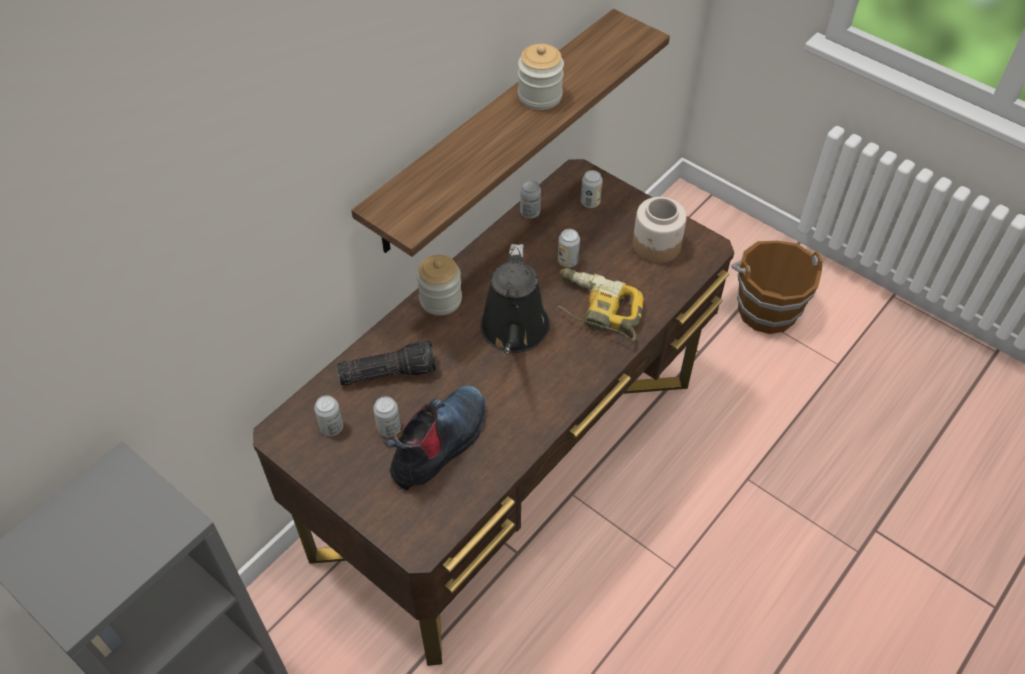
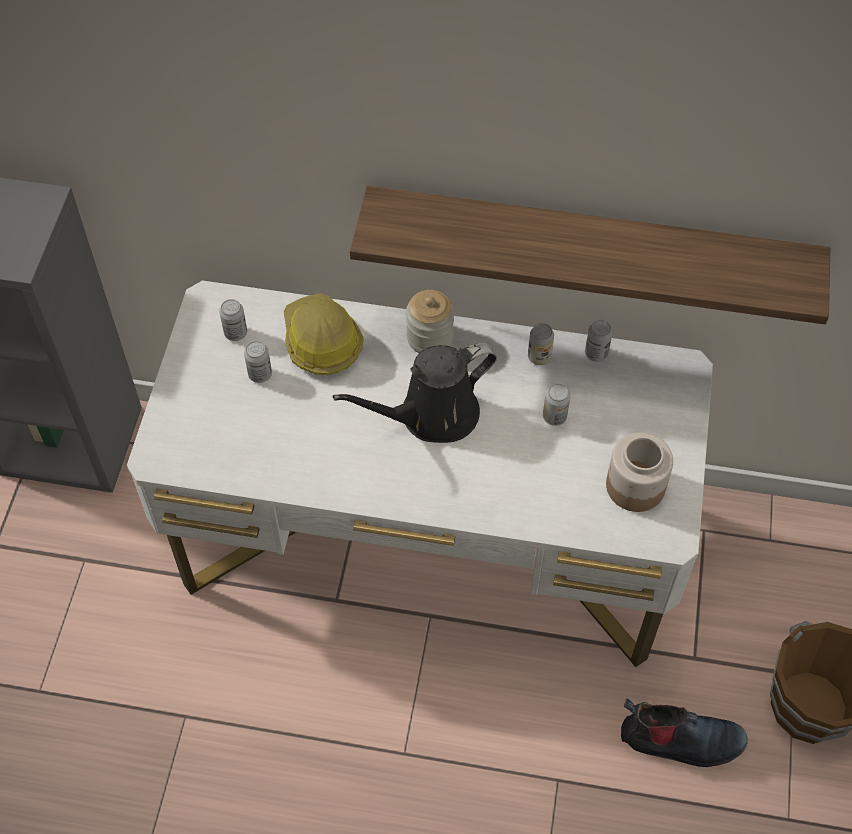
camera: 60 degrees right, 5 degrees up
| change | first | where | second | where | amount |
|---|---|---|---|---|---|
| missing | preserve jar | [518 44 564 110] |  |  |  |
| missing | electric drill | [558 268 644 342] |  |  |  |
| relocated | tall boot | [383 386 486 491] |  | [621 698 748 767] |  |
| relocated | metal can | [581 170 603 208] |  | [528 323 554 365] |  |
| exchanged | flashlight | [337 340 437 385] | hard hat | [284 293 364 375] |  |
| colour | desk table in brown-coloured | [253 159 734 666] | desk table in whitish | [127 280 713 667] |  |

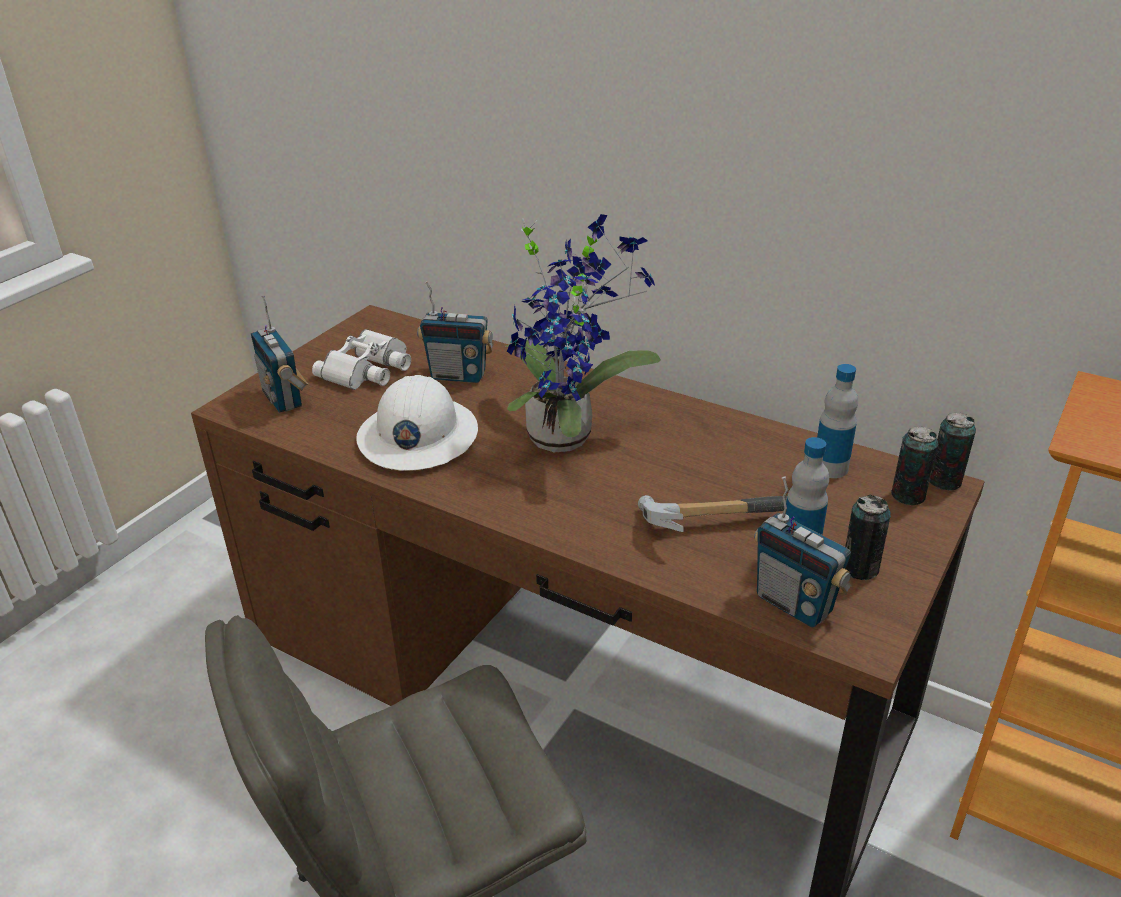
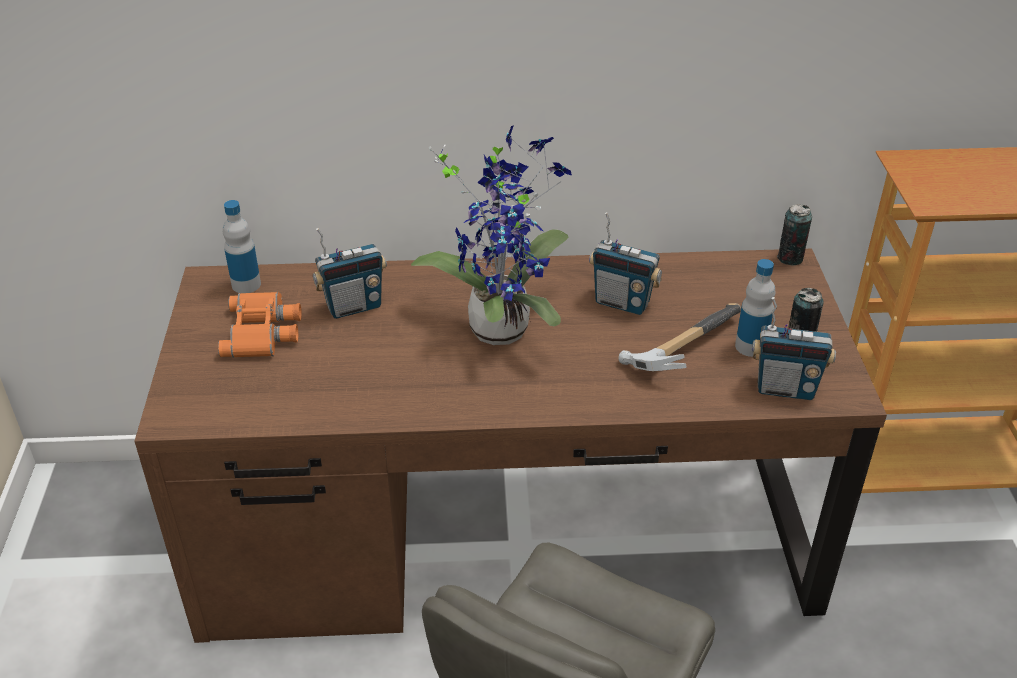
camera: 35 degrees left, 5 degrees up
| change | first | where | second | where | amount |
|---|---|---|---|---|---|
| missing | hard hat in whitish | [356 375 478 471] |  |  |  |
| missing | metal can | [891 426 938 505] |  |  |  |
| relocated | radio | [251 296 308 413] |  | [589 212 662 315] |  |
| relocated | bottle | [817 364 858 478] |  | [223 200 261 293] |  |
| colour | field glasses in whitish | [312 329 411 390] | field glasses in orangey | [218 292 302 358] |  |

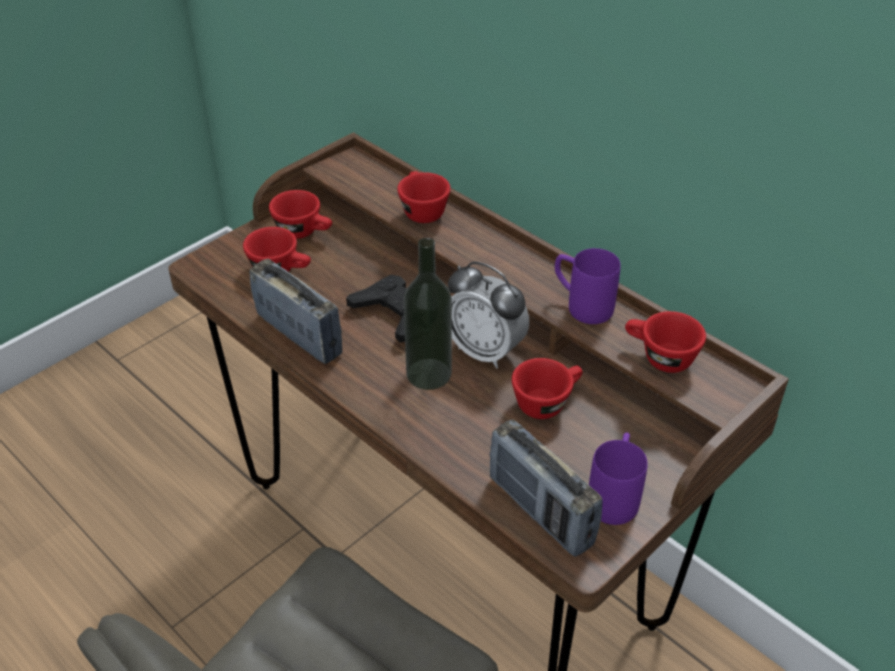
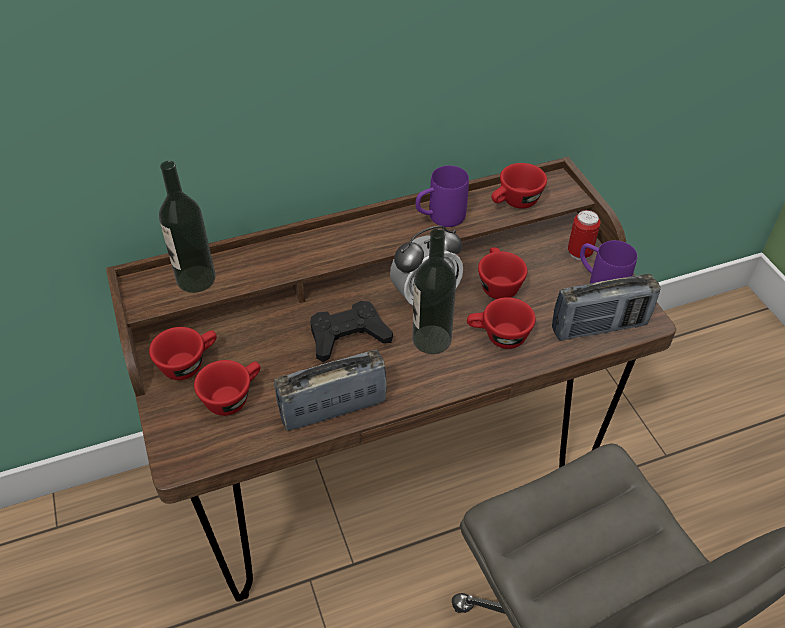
camera: 65 degrees left, 5 degrees up
| change | first | where | second | where | amount |
|---|---|---|---|---|---|
| appeared |  |  | bottle | [159 161 216 293] |  |
| appeared |  |  | metal can | [568 210 601 260] |  |
| relocated | small cup in red | [397 171 451 223] |  | [467 297 536 349] |  |

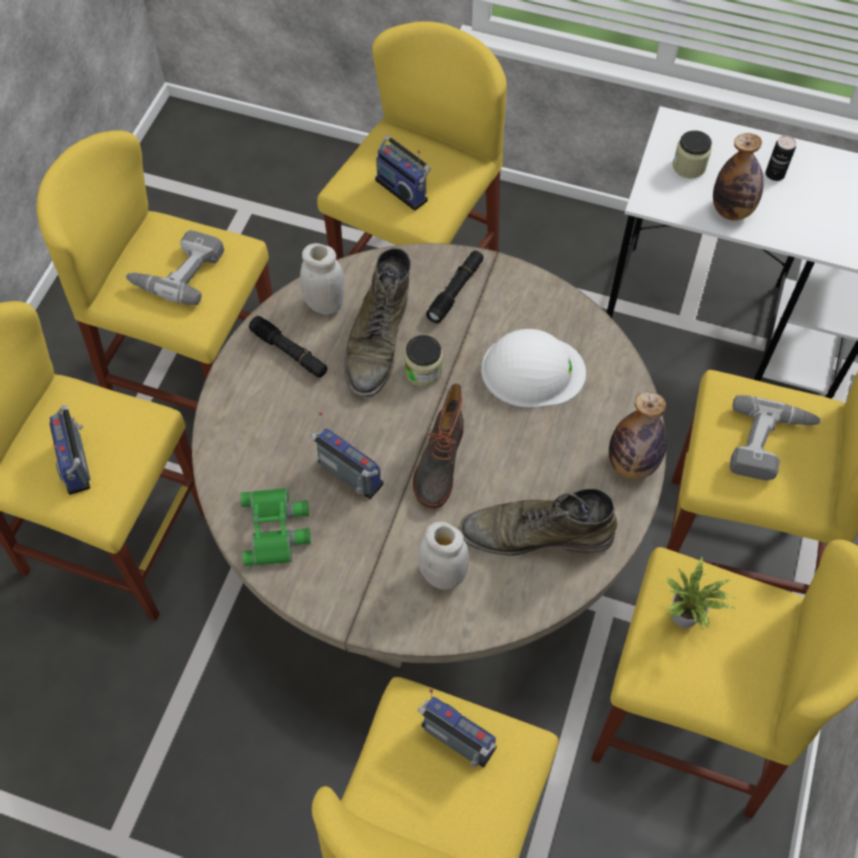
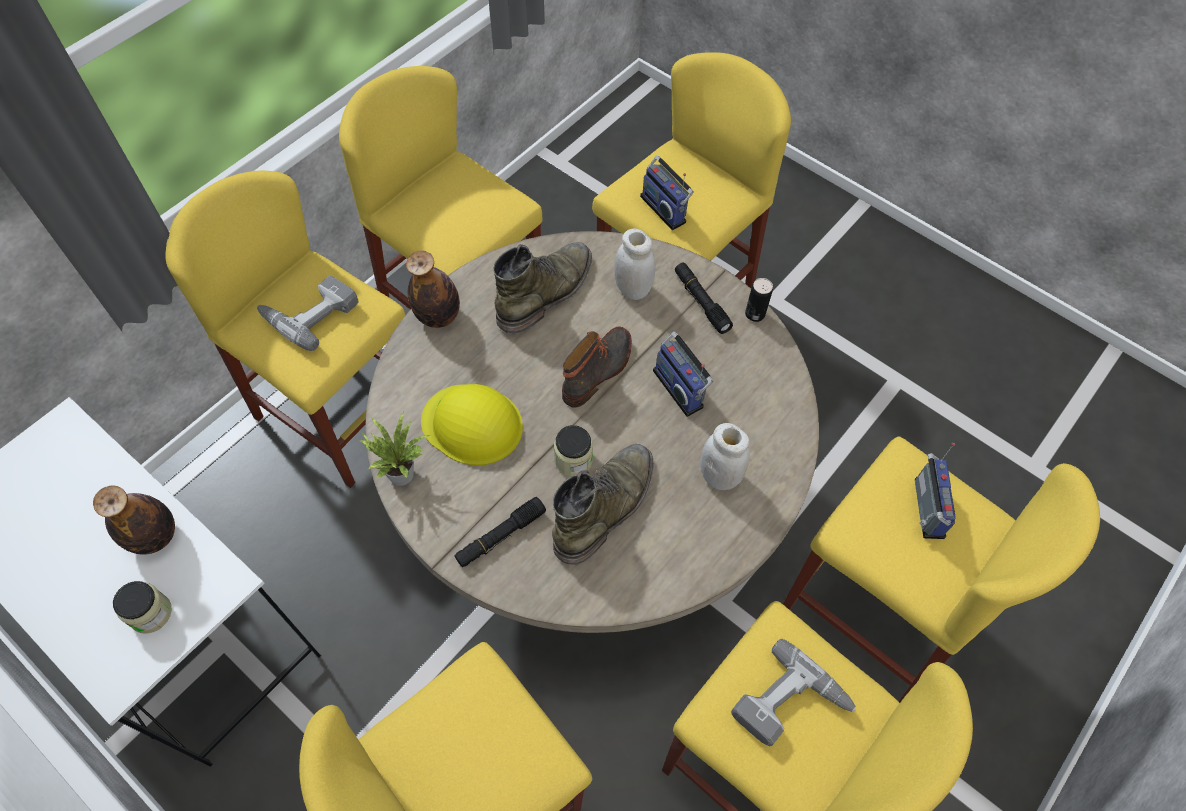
camera: 160 degrees left, 0 degrees up
| change | first | where | second | where | amount |
|---|---|---|---|---|---|
| missing | field glasses in green-coloured | [240 488 311 566] |  |  |  |
| missing | radio | [375 136 431 211] |  |  |  |
| relocated | flashlight in black-coloured | [249 316 328 378] |  | [675 263 733 334] |  |
| relocated | preserve jar in whitish | [300 243 345 315] |  | [700 423 750 490] |  |
| relocated | plant in a pot | [666 555 736 630] |  | [360 412 430 486] |  |
| relocated | metal can | [765 135 796 181] |  | [745 278 773 322] |  |
| colour | hard hat in whitish | [481 329 586 408] | hard hat in yellow | [421 384 523 465] |  |
| spun | tall boot in green-coloured | [459 488 617 556] |  | [493 242 592 333] | 75 degrees counterclockwise |

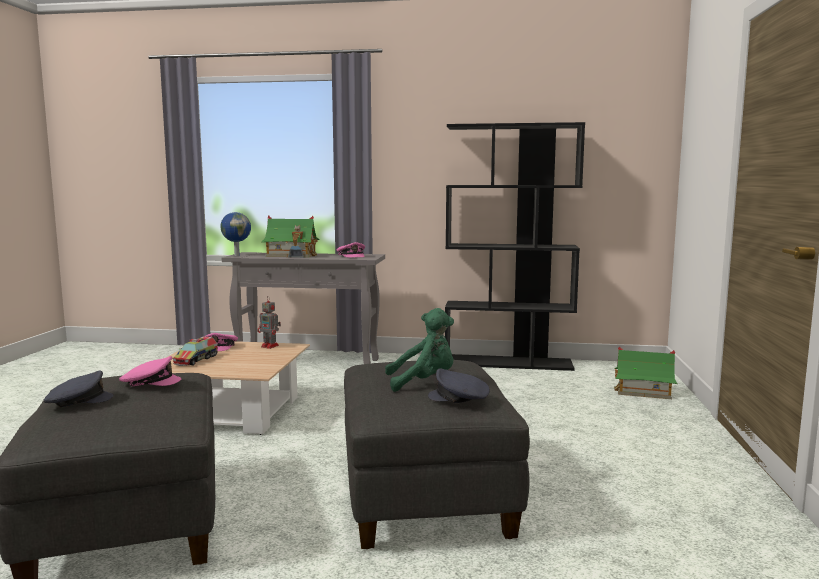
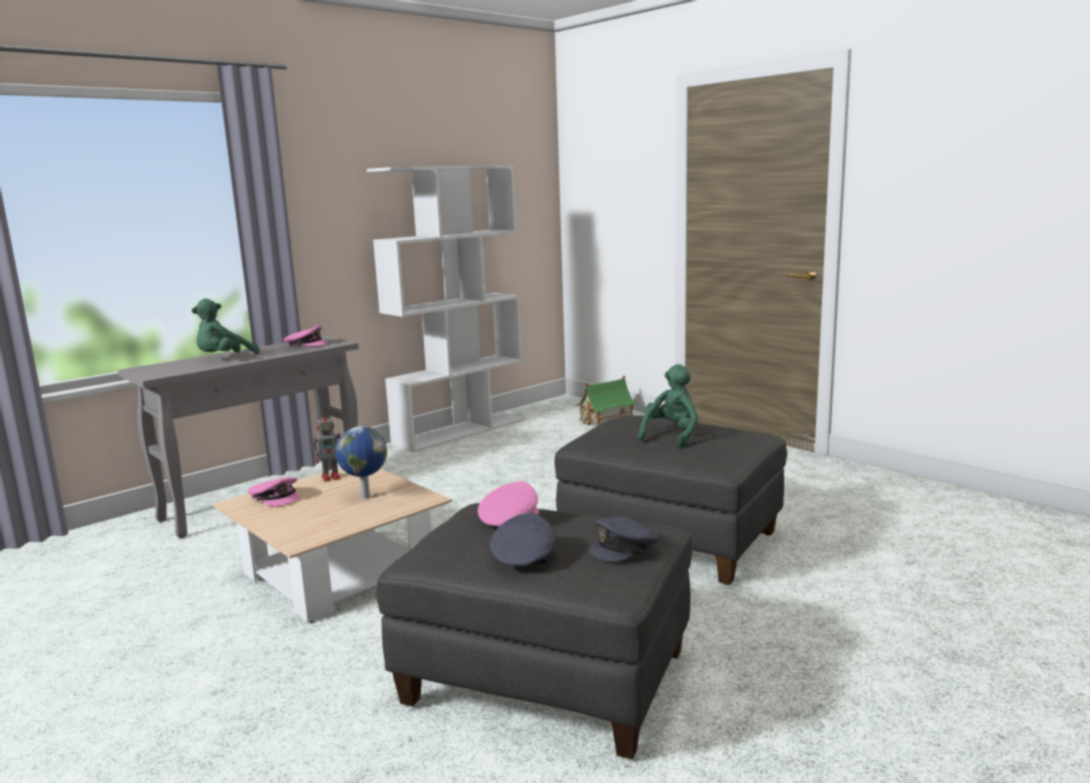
camera: 50 degrees left, 5 degrees up
| change | first | where | second | where | amount |
|---|---|---|---|---|---|
| missing | toy truck | [173 337 218 366] |  |  |  |
| relocated | globe | [220 212 251 256] |  | [336 426 387 499] |  |
| relocated | peaked cap in gray | [428 368 490 403] |  | [589 516 660 562] |  |
| exchanged | model house | [262 216 320 258] | soft toy in green-coloured | [192 299 260 354] |  |
| colour | bookshelf in black-coloured | [445 122 585 371] | bookshelf in whitish | [367 165 525 453] |  |

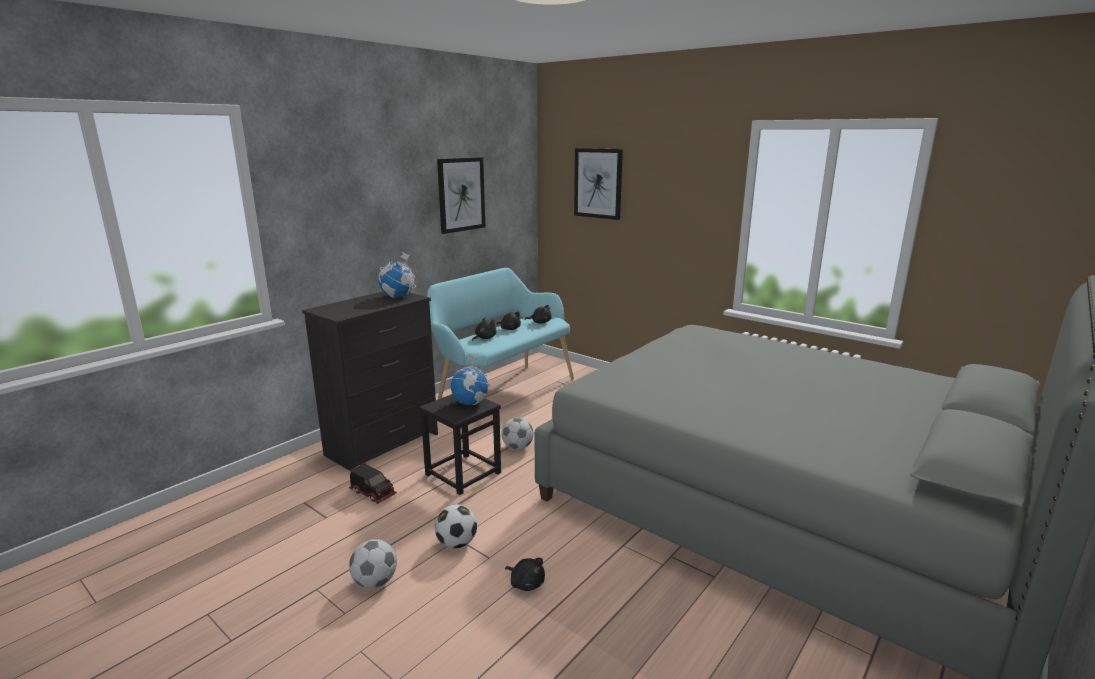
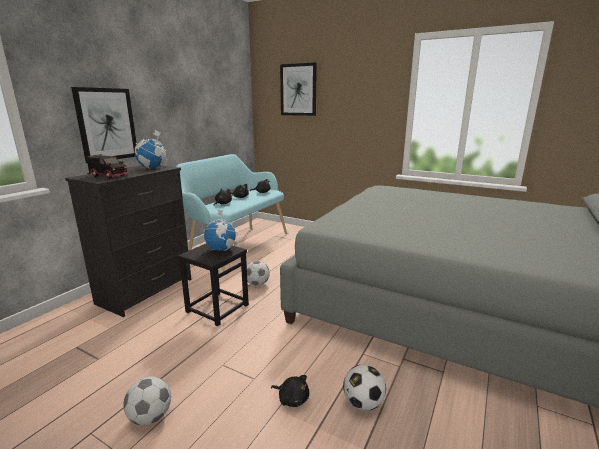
camera: 10 degrees left, 0 degrees up
| change | first | where | second | where | amount |
|---|---|---|---|---|---|
| relocated | toy truck | [349 463 397 504] |  | [87 154 130 179] |  |
| relocated | ball for football | [435 504 477 548] |  | [343 365 386 411] |  |
| relocated | picture | [437 157 485 234] |  | [71 87 137 163] |  |

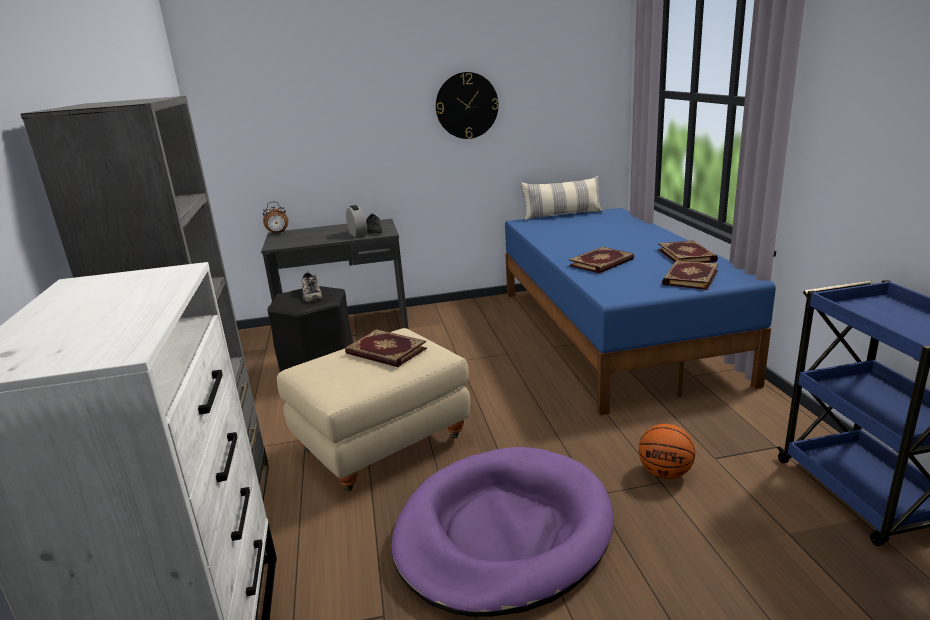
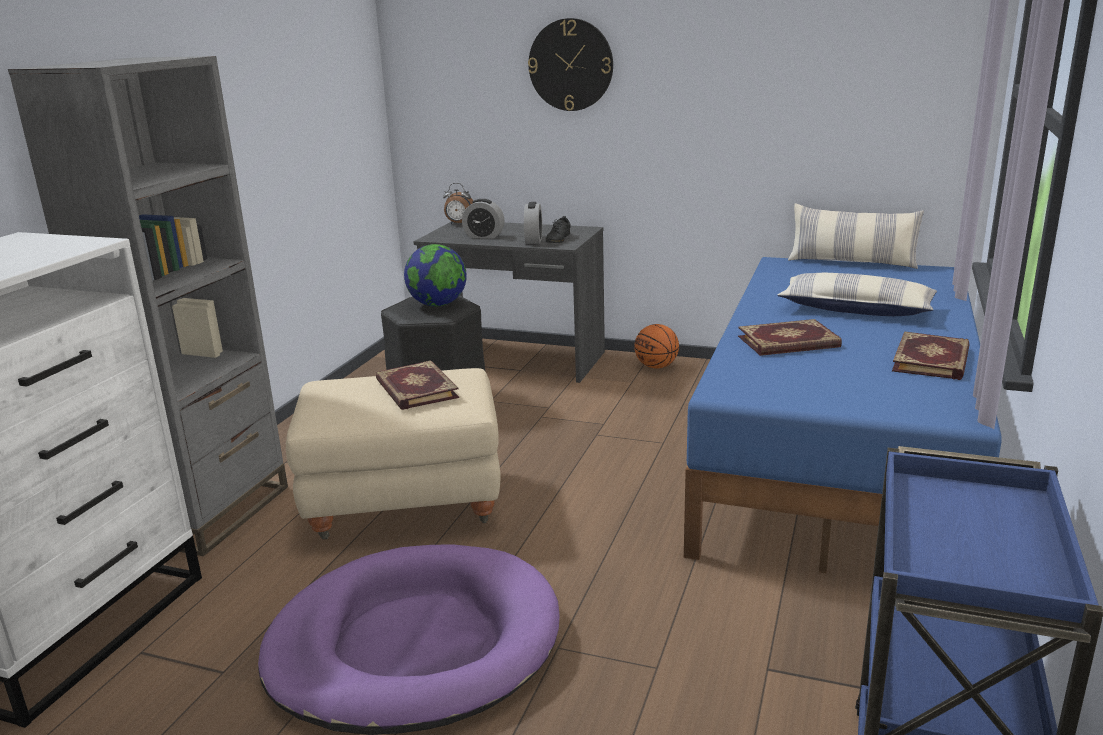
camera: 30 degrees right, 0 degrees up
| change | first | where | second | where | amount |
|---|---|---|---|---|---|
| missing | volume | [662 260 718 290] |  |  |  |
| appeared |  |  | table clock | [462 199 505 239] |  |
| appeared |  |  | cushion | [777 273 937 316] |  |
| relocated | hanging clock | [436 72 498 139] |  | [528 18 613 111] |  |
| relocated | basketball | [639 424 695 479] |  | [634 324 679 369] |  |
| exchanged | low shoe | [302 271 323 302] | globe | [404 244 467 307] |  |

